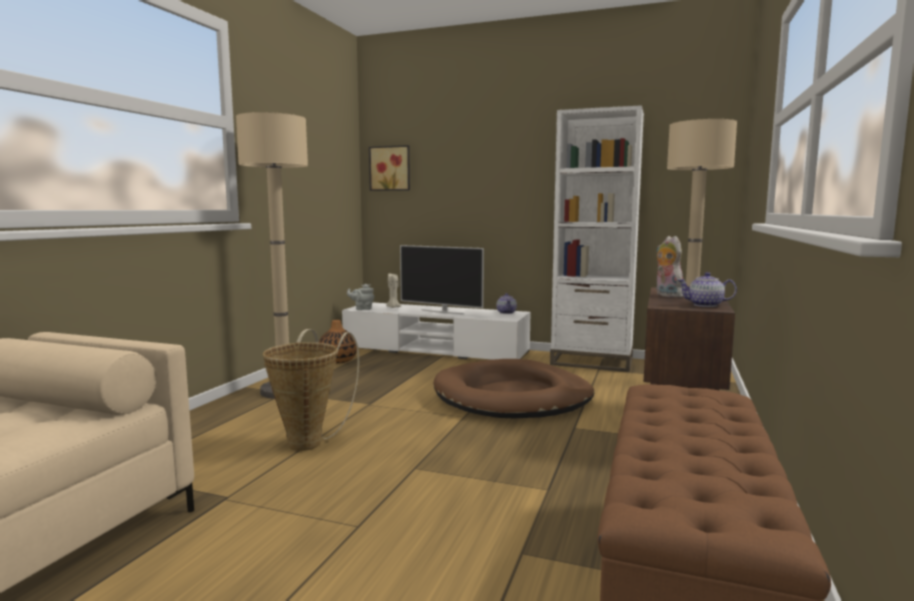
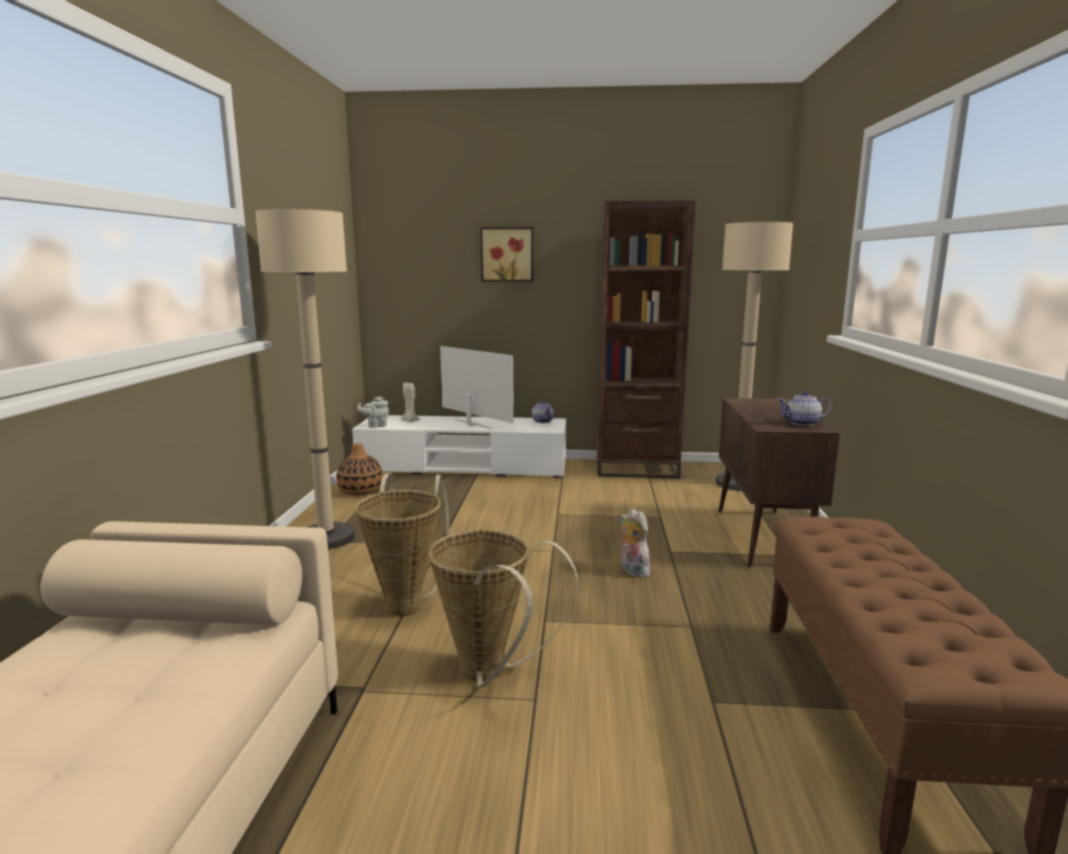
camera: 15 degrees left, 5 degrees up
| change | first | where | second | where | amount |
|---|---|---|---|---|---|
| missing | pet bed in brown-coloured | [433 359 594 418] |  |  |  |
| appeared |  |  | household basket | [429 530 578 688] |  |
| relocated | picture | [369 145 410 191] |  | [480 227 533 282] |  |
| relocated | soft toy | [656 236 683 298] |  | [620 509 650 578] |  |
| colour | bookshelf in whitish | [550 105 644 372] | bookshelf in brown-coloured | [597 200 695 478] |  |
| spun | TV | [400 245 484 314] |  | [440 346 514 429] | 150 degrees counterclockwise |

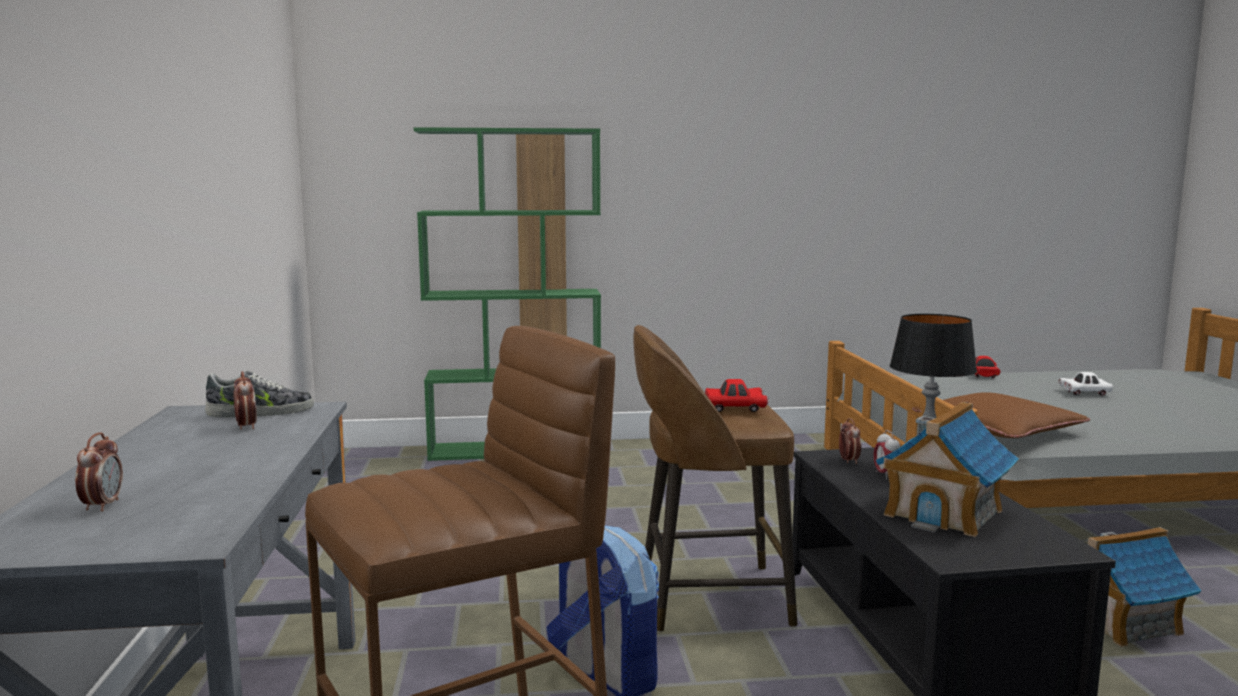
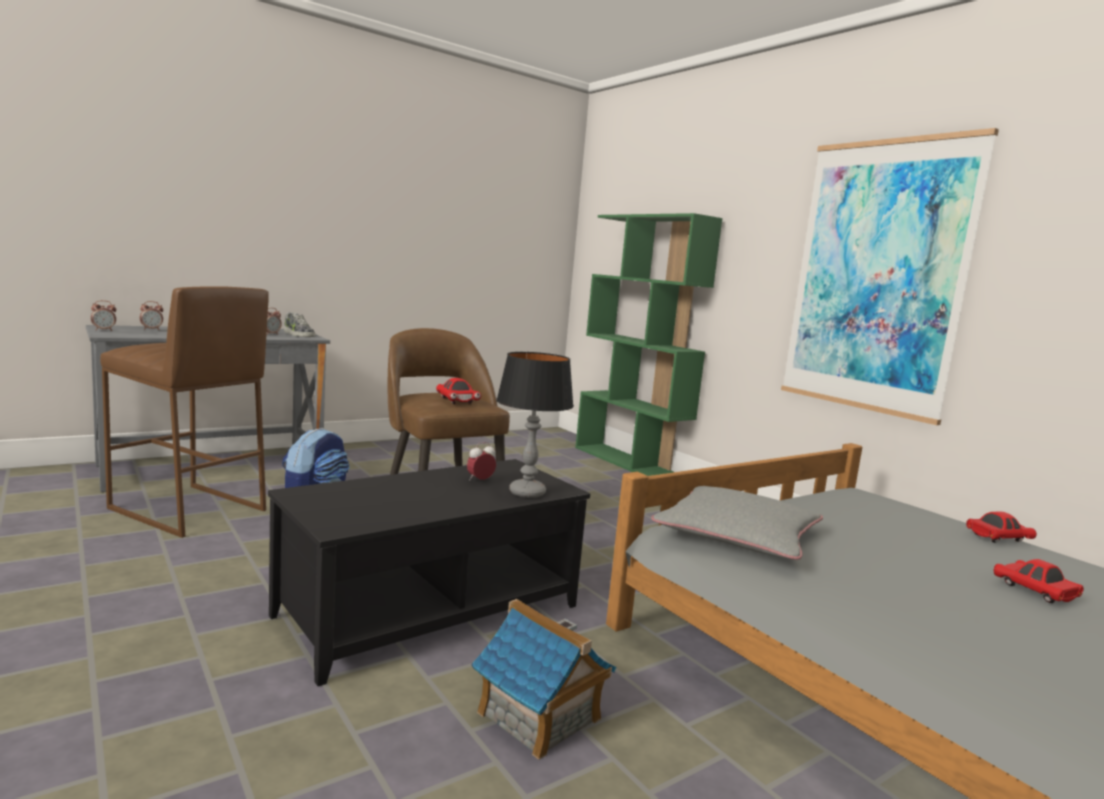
camera: 60 degrees right, 0 degrees up
| change | first | where | second | where | amount |
|---|---|---|---|---|---|
| missing | model house | [876 402 1019 537] |  |  |  |
| appeared |  |  | picture | [781 128 999 425] |  |
| relocated | table clock | [839 418 861 464] |  | [91 300 116 331] |  |
| colour | cushion in brown-coloured | [912 392 1090 438] | cushion in gray | [651 486 823 560] |  |
| colour | toy car in whitish | [1059 372 1113 395] | toy car in red | [993 559 1084 603] |  |

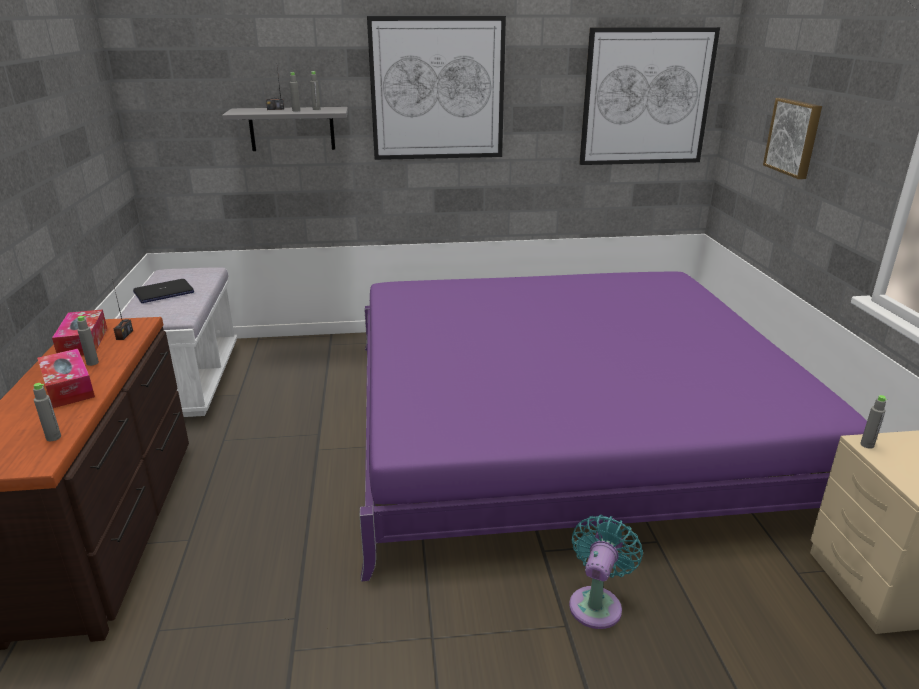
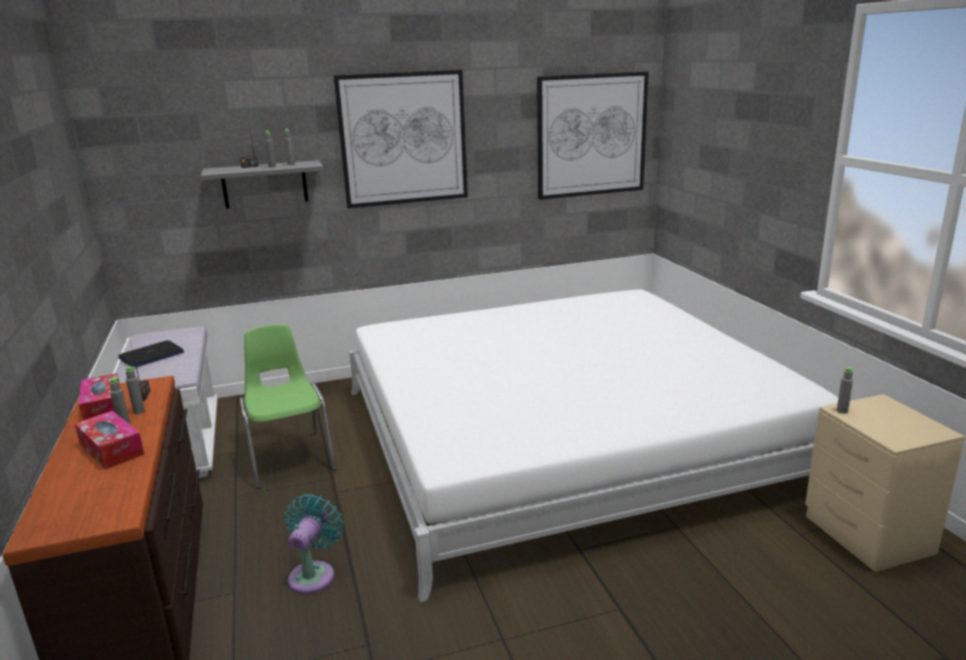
camera: 10 degrees left, 5 degrees down
| change | first | where | second | where | amount |
|---|---|---|---|---|---|
| missing | picture | [763 98 822 179] |  |  |  |
| appeared |  |  | plain chair in green-coloured | [240 324 336 489] |  |
| relocated | bottle in gray | [33 383 61 441] |  | [126 366 145 414] |  |
| relocated | electric fan in turquoise-coloured | [569 515 643 629] |  | [285 494 343 594] |  |
| colour | sleeping bed in purplish | [360 272 867 582] | sleeping bed in whitish | [349 289 838 602] |  |

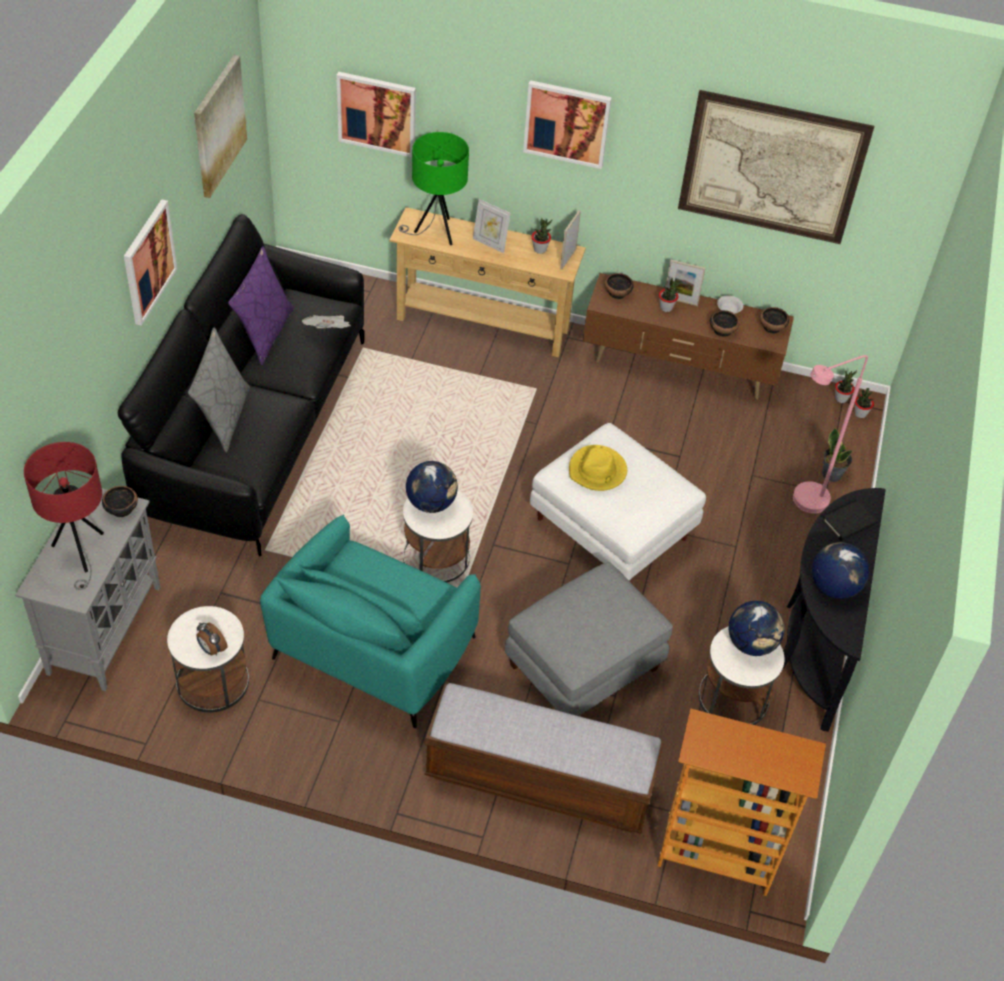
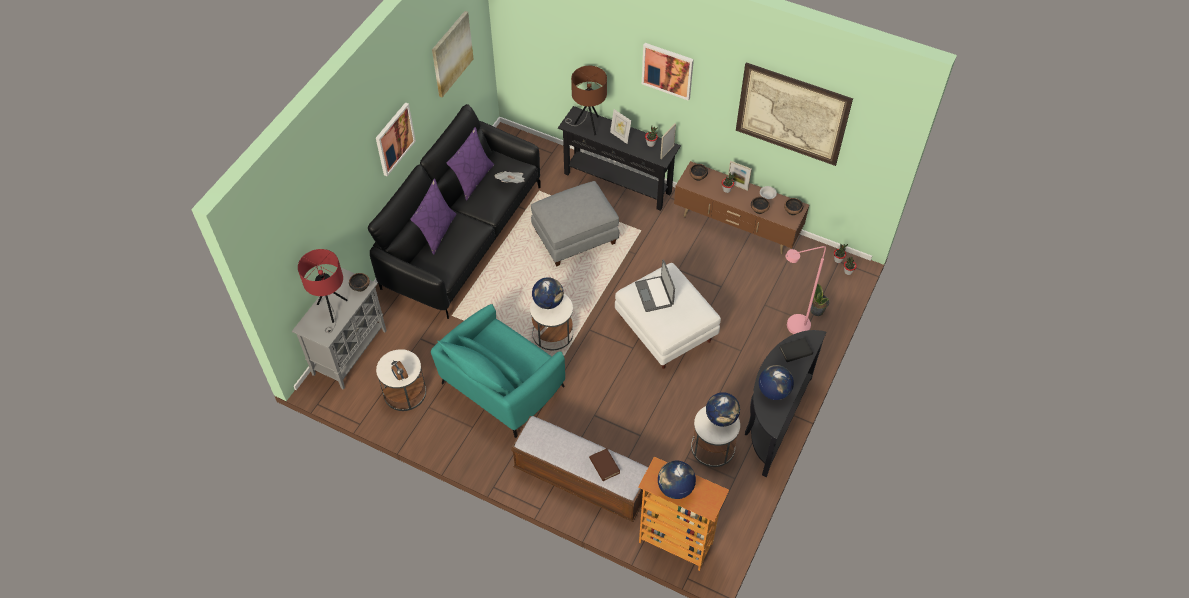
camera: 15 degrees right, 5 degrees up
| change | first | where | second | where | amount |
|---|---|---|---|---|---|
| missing | picture | [337 72 416 157] |  |  |  |
| appeared |  |  | volume in brown-coloured | [589 448 620 481] |  |
| appeared |  |  | globe | [658 461 696 499] |  |
| relocated | ottoman in gray | [505 562 673 716] |  | [531 181 619 266] |  |
| exchanged | wearable hat in yellow | [569 445 627 491] | notebook computer | [635 259 675 312] |  |
| colour | cushion in gray | [188 328 250 452] | cushion in purplish | [410 178 456 255] |  |
| colour | hall table in sand-coloured | [389 207 586 357] | hall table in black-coloured | [558 106 681 211] |  |
| colour | tabletop lamp in green-coloured | [398 132 469 245] | tabletop lamp in brown-coloured | [565 66 607 135] |  |

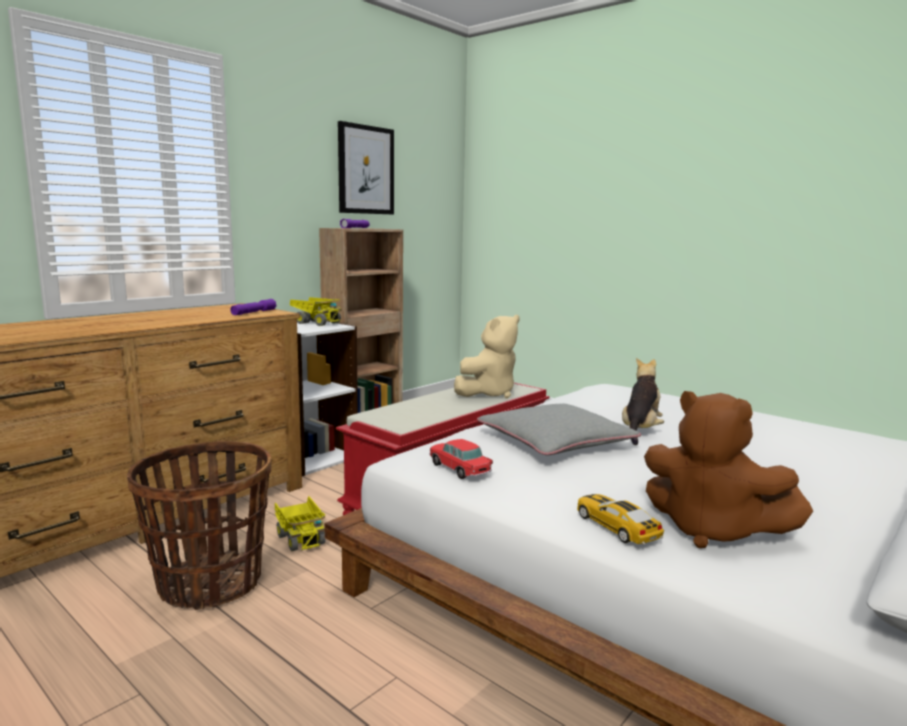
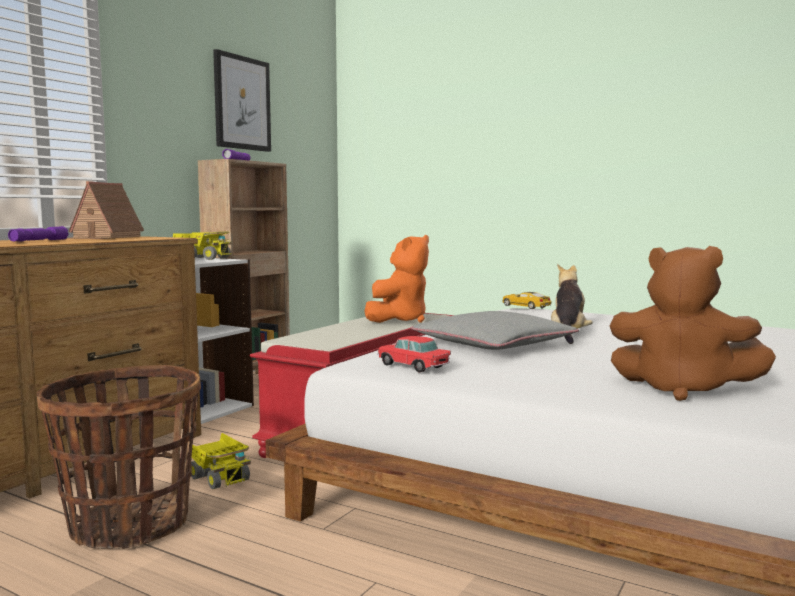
camera: 10 degrees left, 5 degrees down
| change | first | where | second | where | amount |
|---|---|---|---|---|---|
| appeared |  |  | model house | [66 181 144 239] |  |
| relocated | flashlight in purplish | [230 299 276 315] |  | [8 226 69 242] |  |
| relocated | toy car | [577 494 664 544] |  | [503 292 552 309] |  |
| colour | soft toy in sand-coloured | [454 315 519 399] | soft toy in orangey | [364 235 429 323] |  |

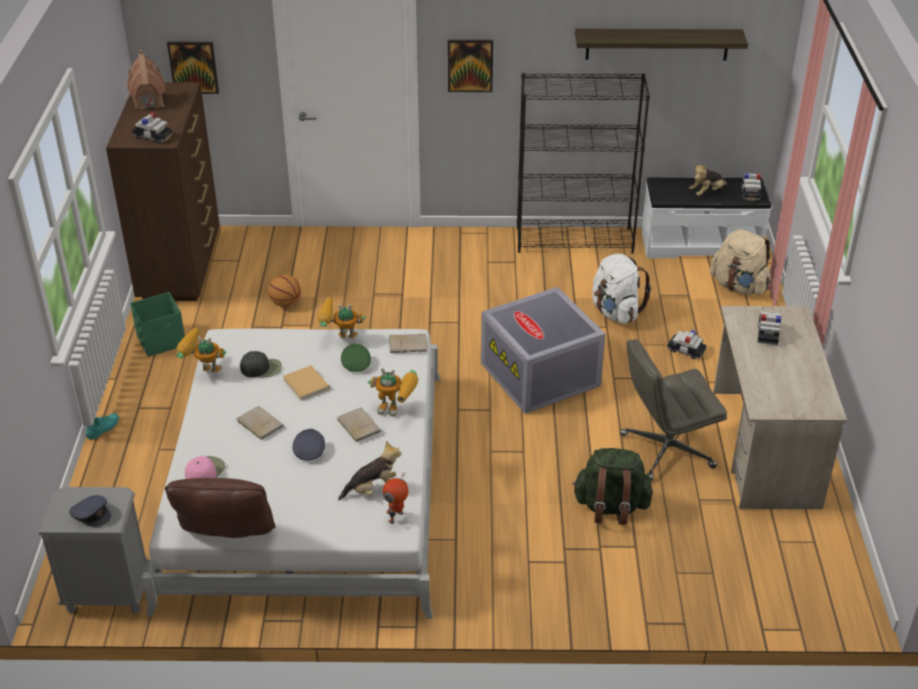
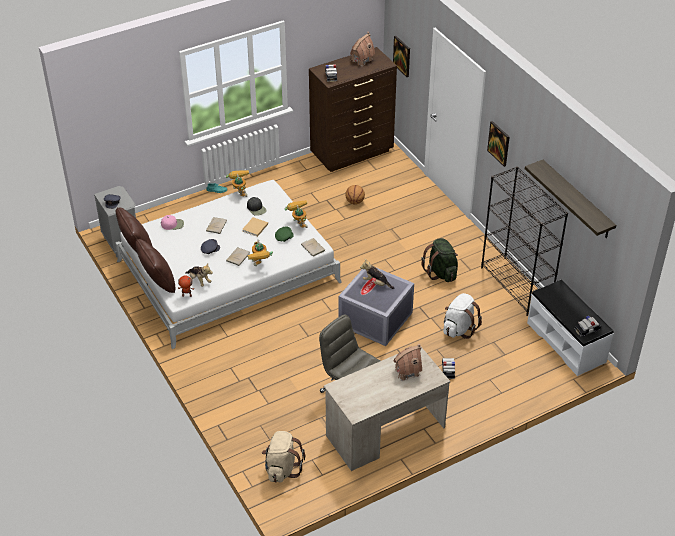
camera: 60 degrees right, 5 degrees up
| change | first | where | second | where | amount |
|---|---|---|---|---|---|
| missing | storage container in green-coloured | [130 292 185 357] |  |  |  |
| appeared |  |  | cushion in brown-coloured | [135 239 176 293] |  |
| relocated | backpack in green-coloured | [572 448 653 525] |  | [421 238 458 282] |  |
| relocated | soft toy | [689 164 727 196] |  | [360 259 394 289] |  |
| relocated | backpack in sand-coloured | [710 230 771 295] |  | [262 431 305 483] |  |
| exchanged | toy car | [757 311 781 345] | model house | [393 344 422 381] |  |

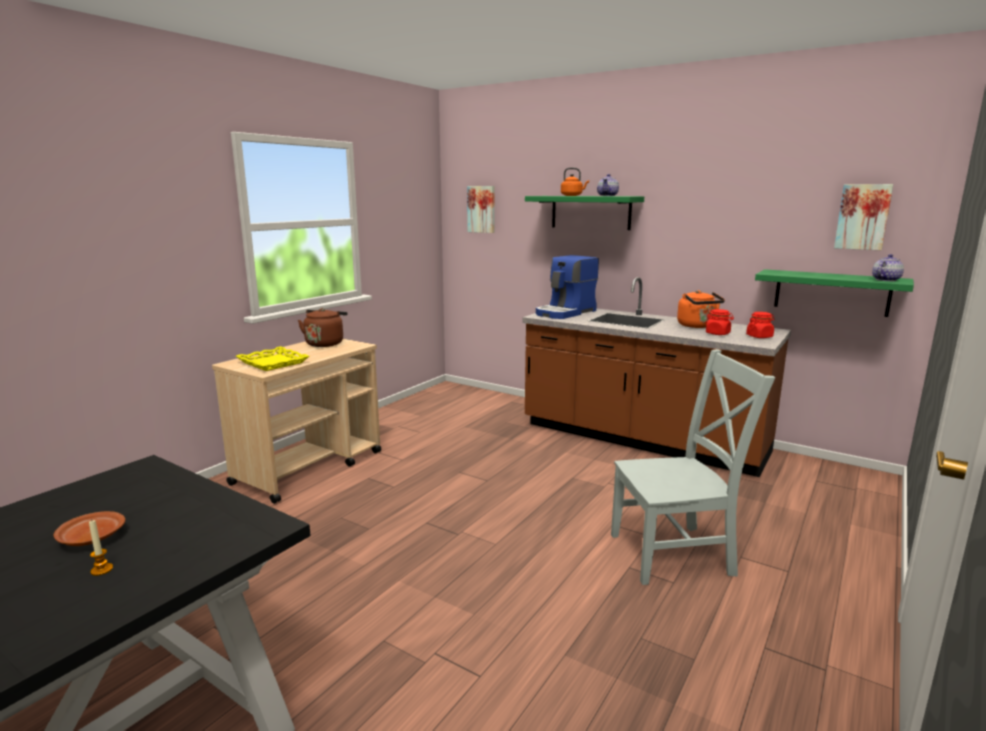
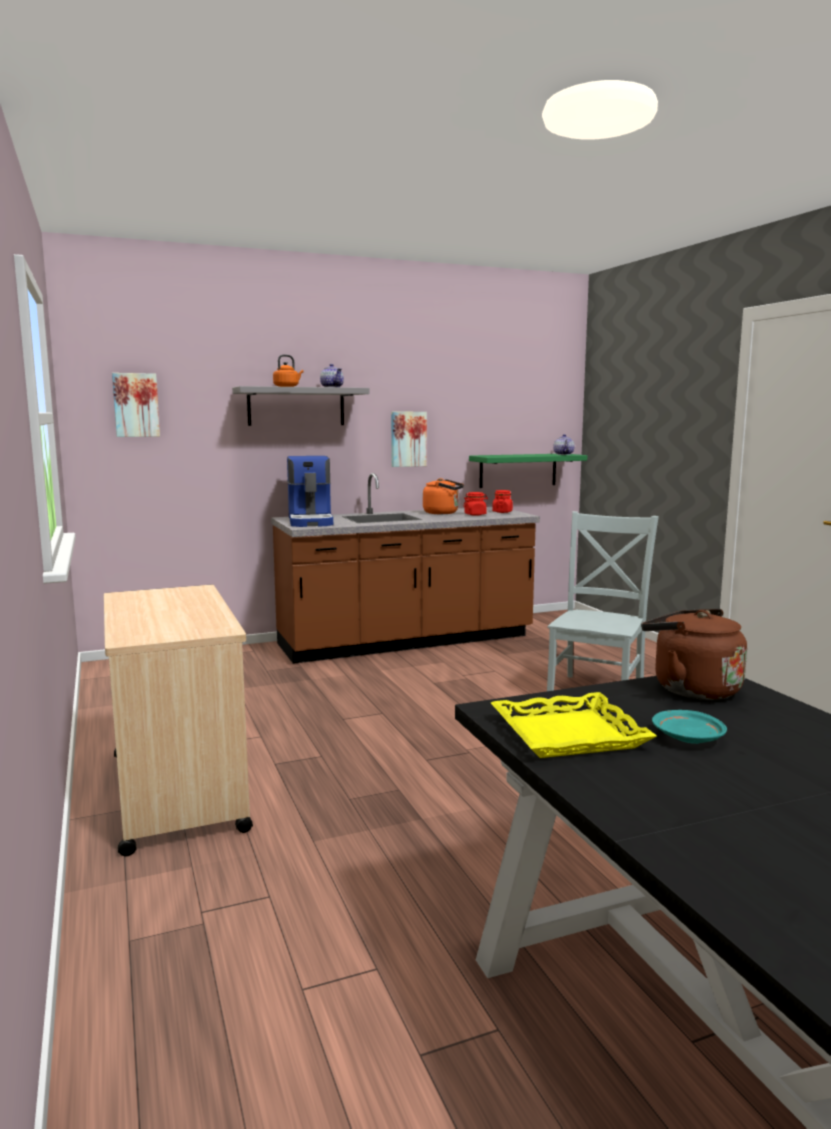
camera: 55 degrees left, 5 degrees down
| change | first | where | second | where | amount |
|---|---|---|---|---|---|
| missing | wax light | [89 519 113 576] |  |  |  |
| relocated | serving tray in yellow | [236 346 309 371] |  | [491 692 657 758] |  |
| relocated | tea kettle in brown-coloured | [298 308 348 347] |  | [641 609 747 700] |  |
| relocated | picture | [834 184 893 250] |  | [391 412 427 467] |  |
| colour | flat dish in brown-coloured | [54 511 125 546] | flat dish in turquoise-coloured | [652 710 727 744] |  |
| colour | bracket shelf in green-coloured | [525 196 644 230] | bracket shelf in gray | [232 386 369 426] |  |

